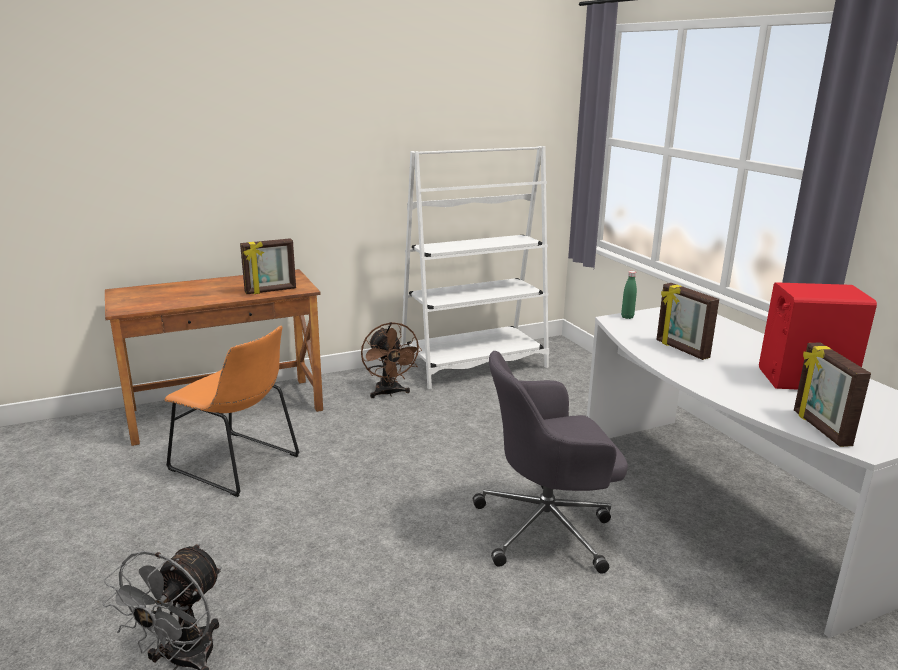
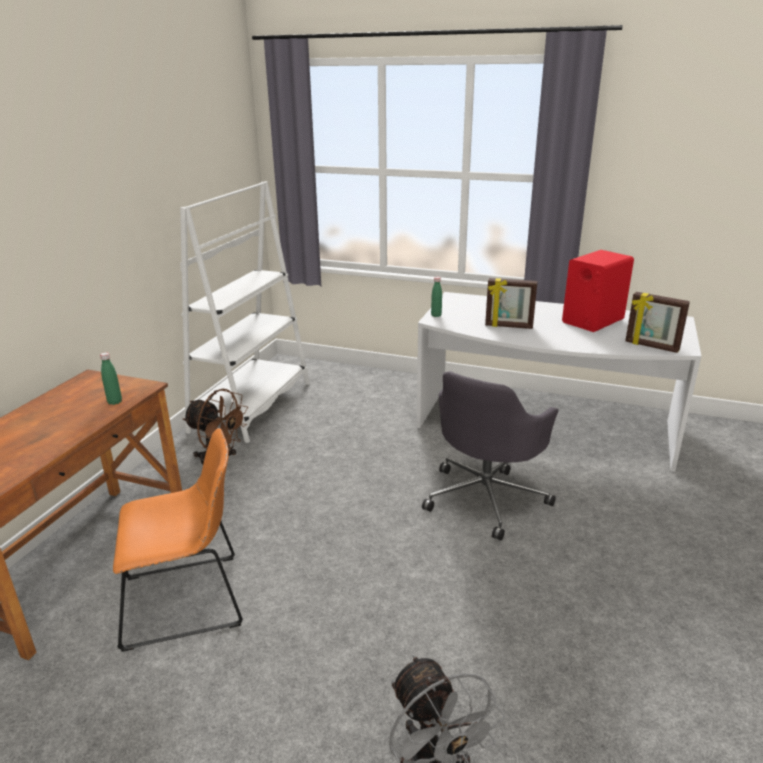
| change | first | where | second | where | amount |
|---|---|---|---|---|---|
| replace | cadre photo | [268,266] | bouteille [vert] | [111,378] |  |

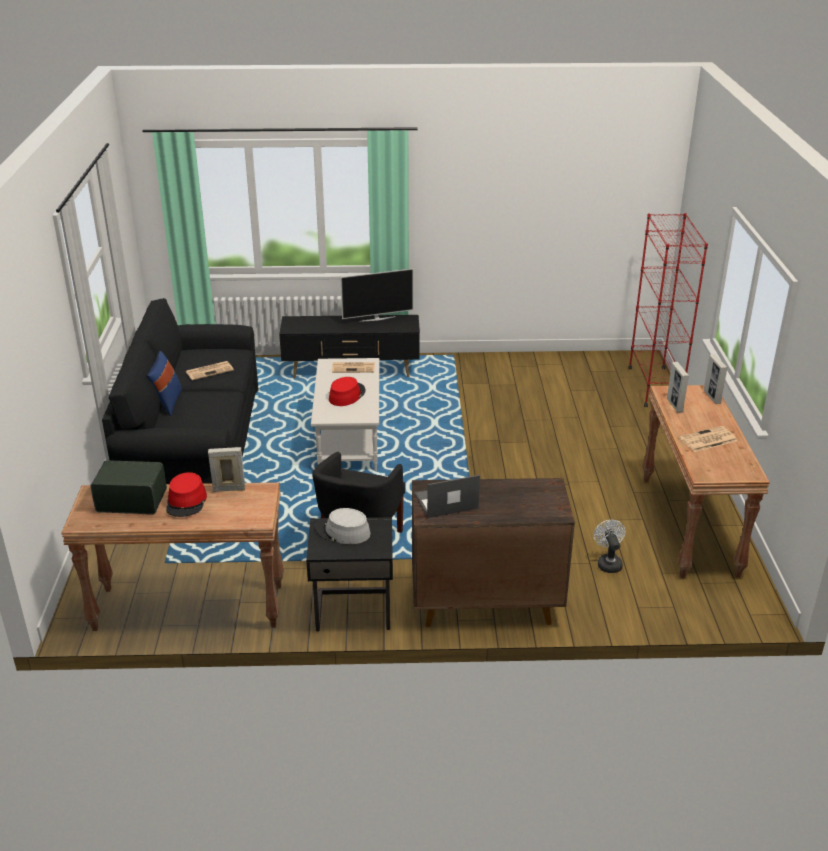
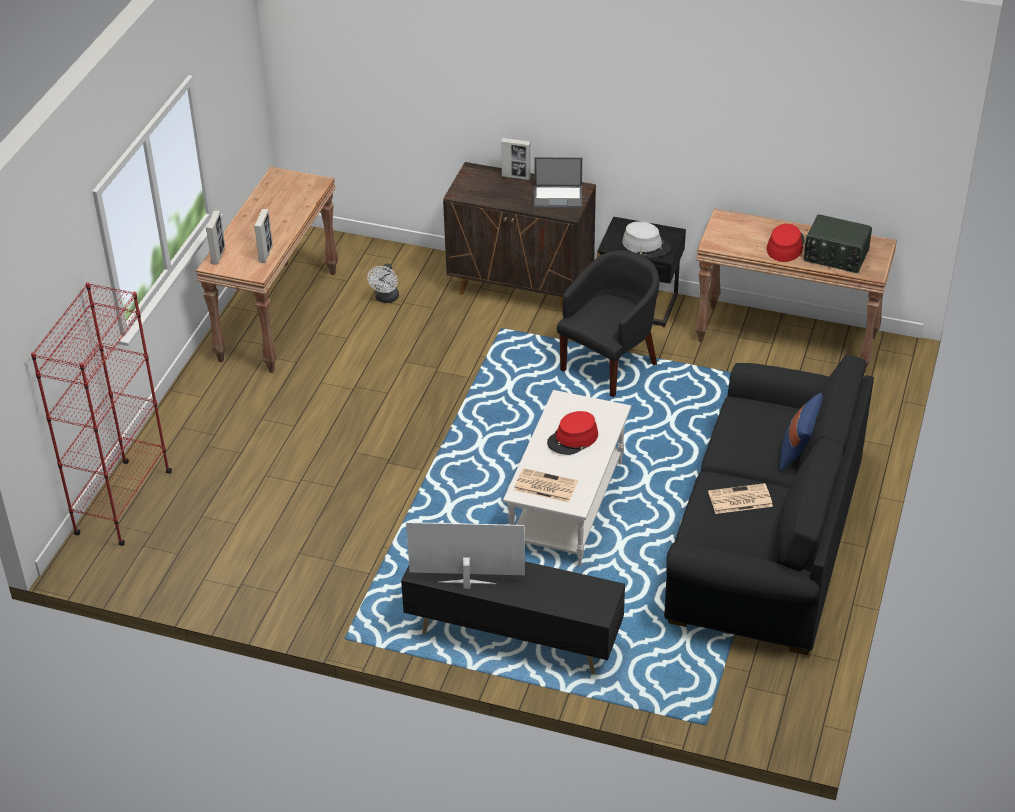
| change | first | where | second | where | amount |
|---|---|---|---|---|---|
| delete | journal | [708,439] |  |  |  |
| move | cadre photo | [226,469] |  | [516,159] |  |

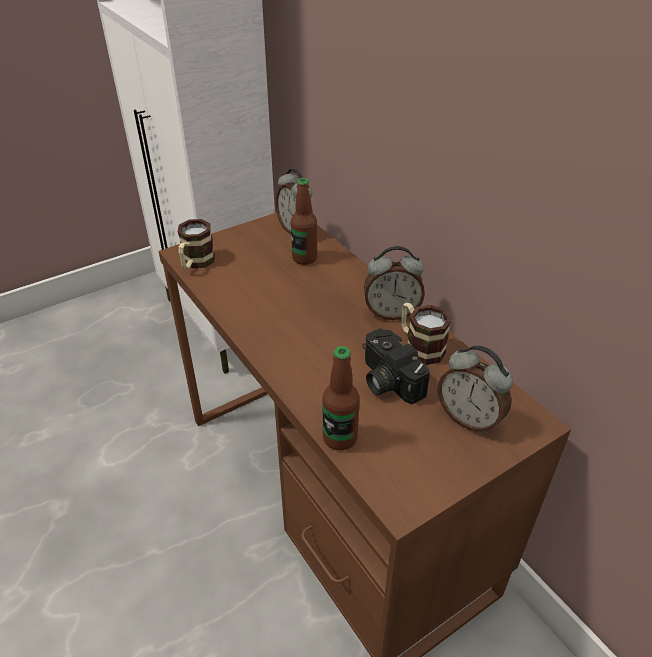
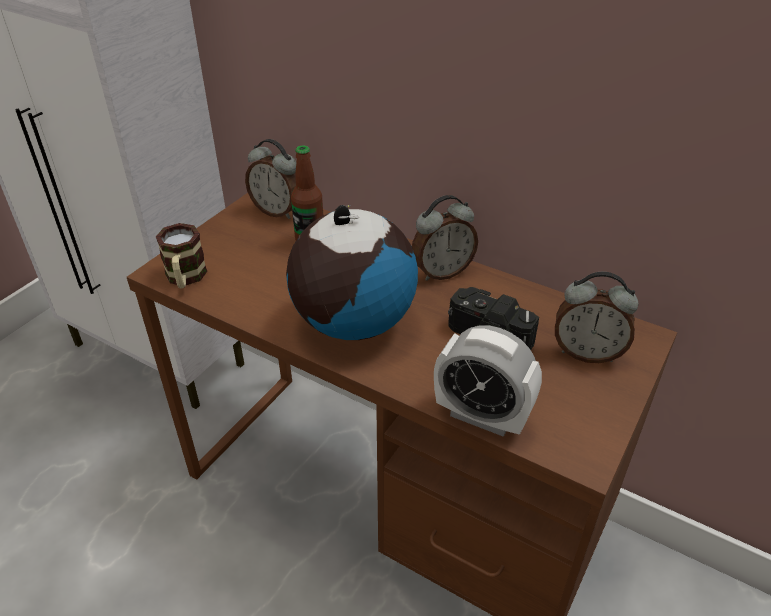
| change | first | where | second | where | amount |
|---|---|---|---|---|---|
| delete | mug | [426,334] |  |  |  |
| replace | bouteille | [341,398] | réveil | [488,381] |  |
| insert |  |  | globe | [352,272] |  |

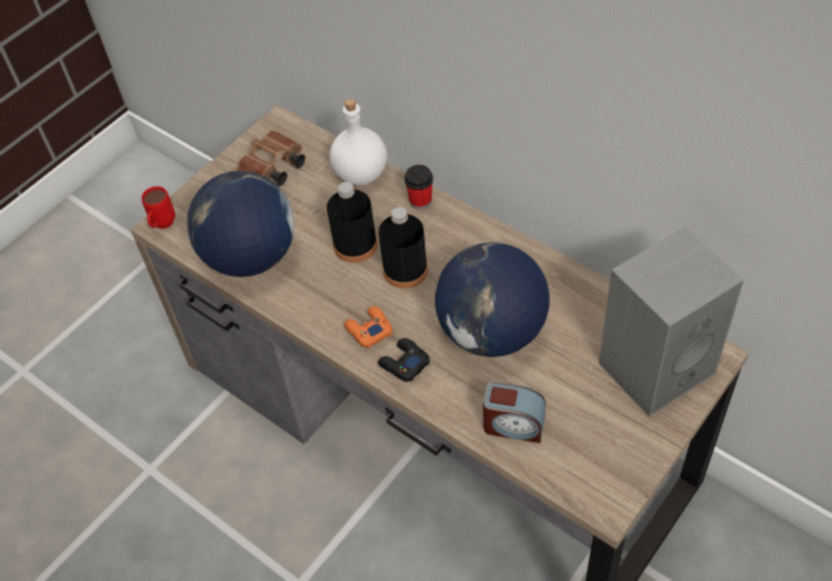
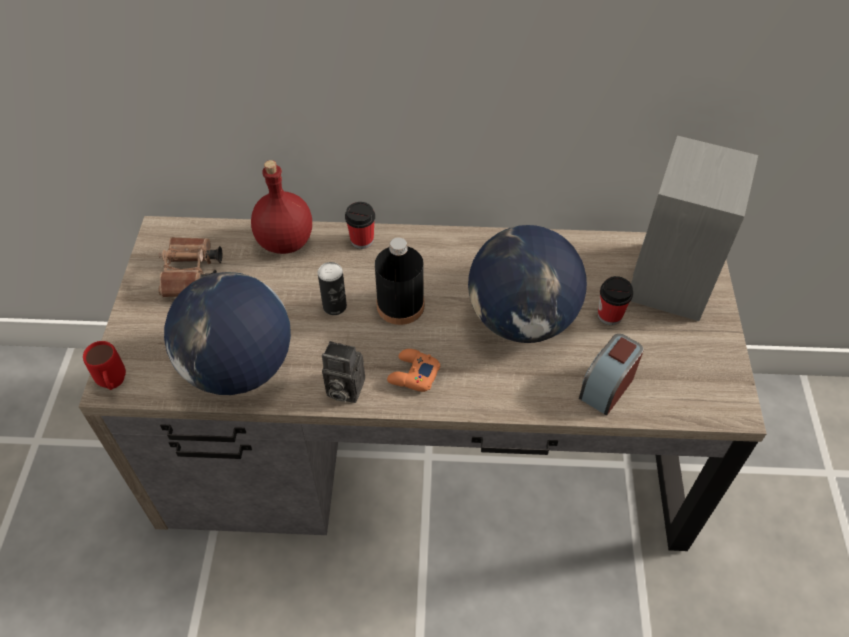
| change | first | where | second | where | amount |
|---|---|---|---|---|---|
| recolor | bouteille [blanc] | [358,142] | bouteille [rouge] | [281,207] |  |
| replace | bouteille [noir] | [352,222] | boîte métallique | [332,288] |  |
| delete | manette [noir] | [404,360] |  |  |  |
| rotate | réveil | [514,412] |  | [611,374] | 150 degrees clockwise |
| insert |  |  | tasse | [615,300] |  |
| insert |  |  | appareil photo | [343,372] |  |

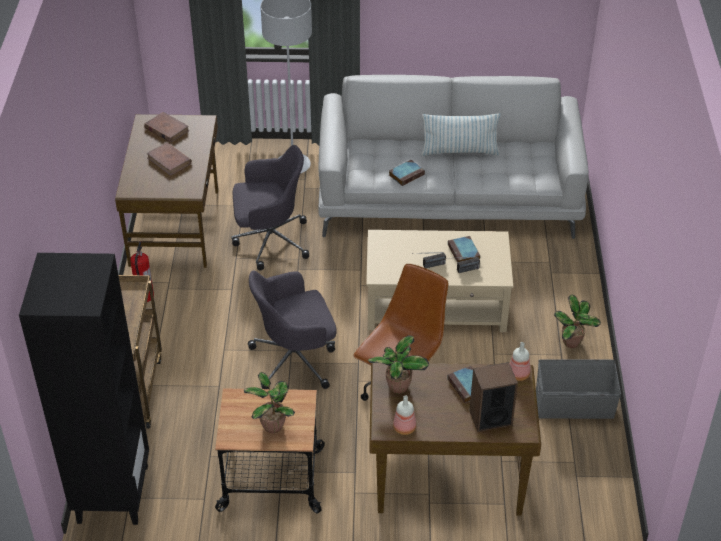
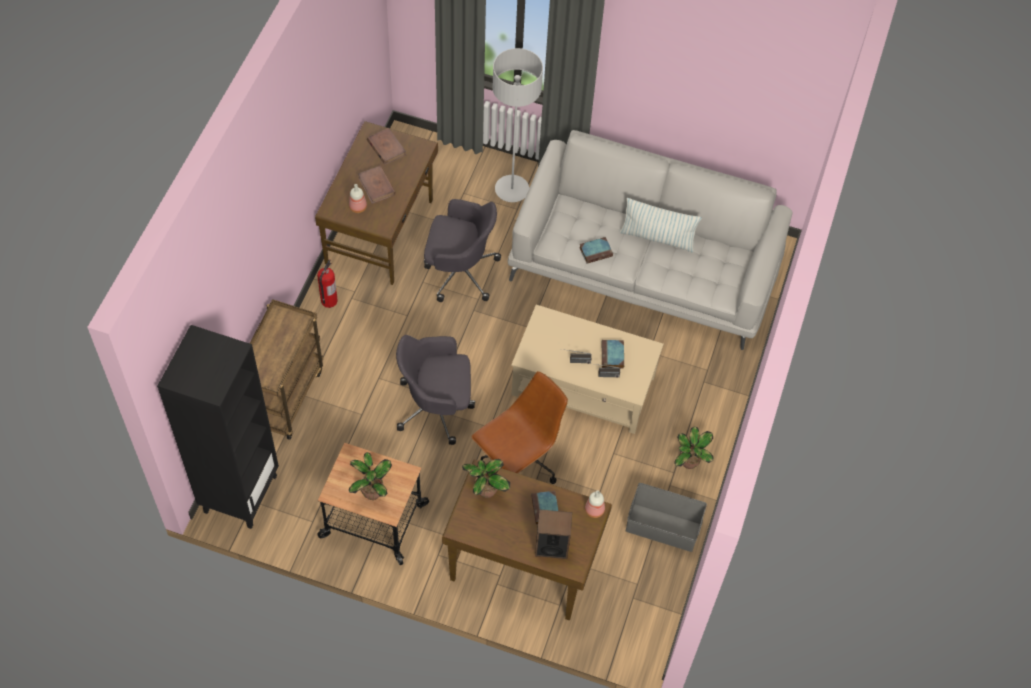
| change | first | where | second | where | amount |
|---|---|---|---|---|---|
| move | bouteille | [404,415] |  | [358,198] |  |

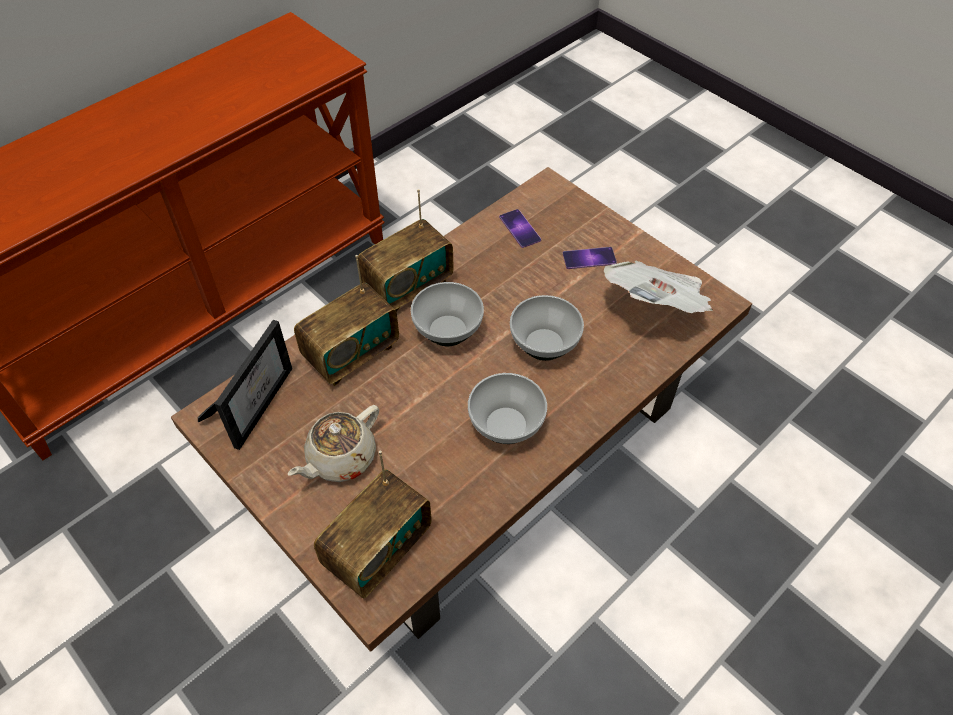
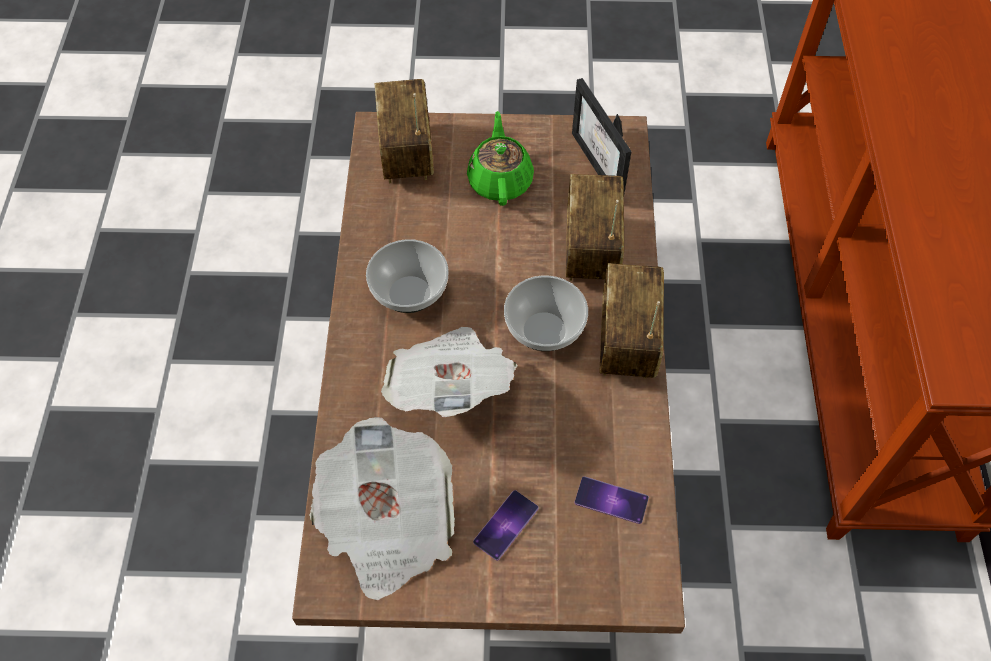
| change | first | where | second | where | amount |
|---|---|---|---|---|---|
| replace | bol | [547,328] | journal | [449,372] |  |
| recolor | théière [beige] | [333,443] | théière [vert] | [500,158] |  |

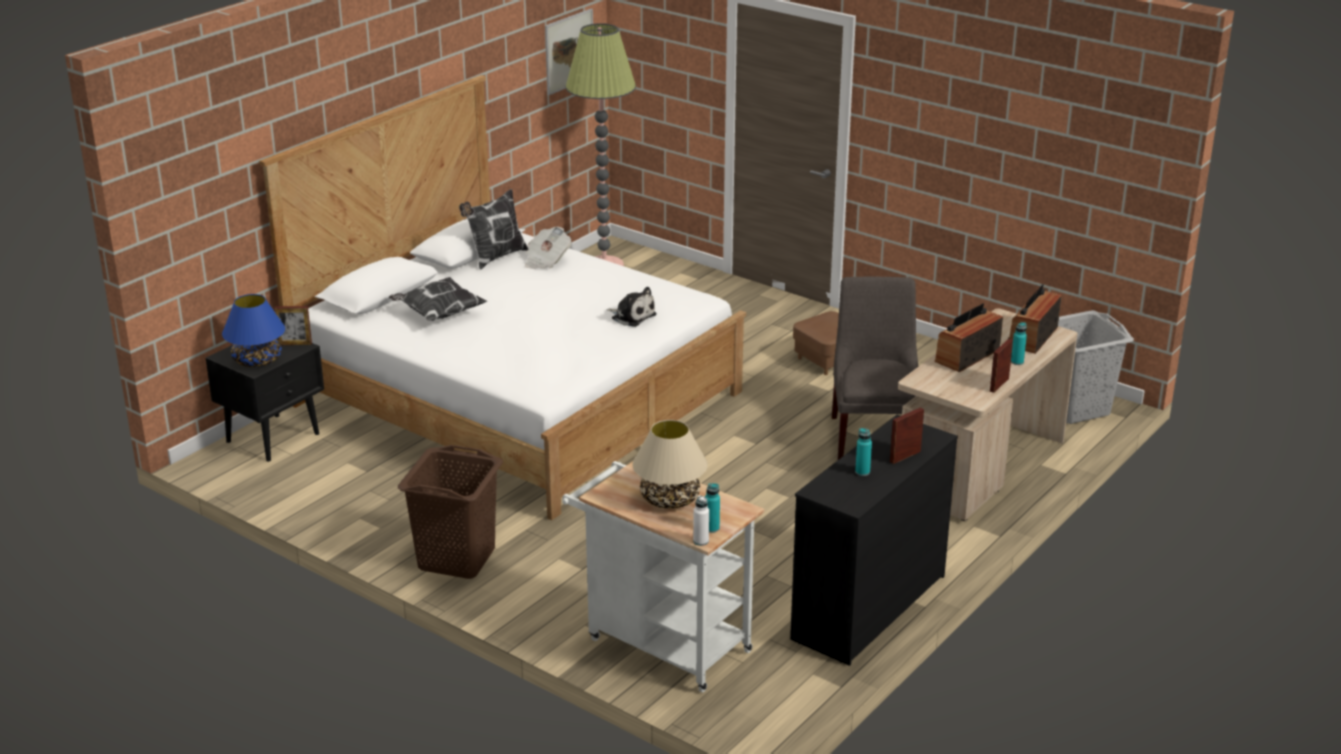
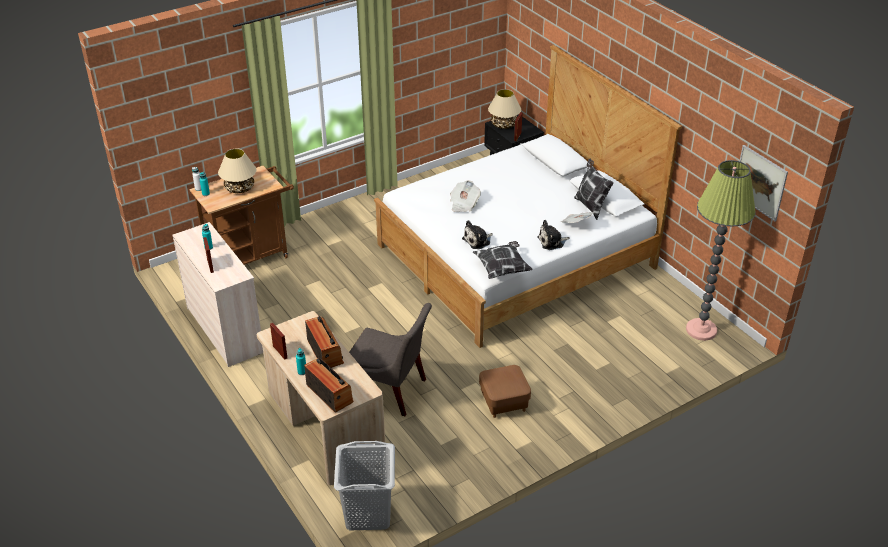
| change | first | where | second | where | amount |
|---|---|---|---|---|---|
| move | coussin | [438,299] |  | [503,260] |  |
| recolor | lampe de table [bleu] | [253,330] | lampe de table [beige] | [504,109] |  |
| recolor | commode [noir] | [874,540] | commode [beige] | [217,294] |  |
| delete | panier à linge [marron] | [450,512] |  |  |  |
| recolor | chariot [blanc] | [663,577] | chariot [marron] | [242,215] |  |
| insert |  |  | journal | [465,196] |  |
| insert |  |  | peluche | [553,235] |  |

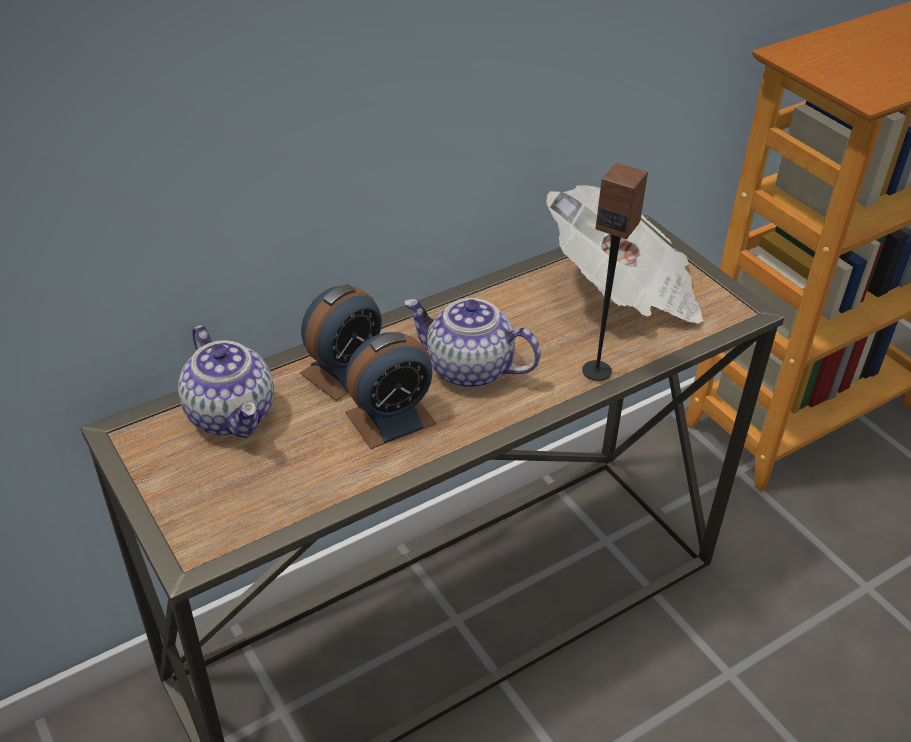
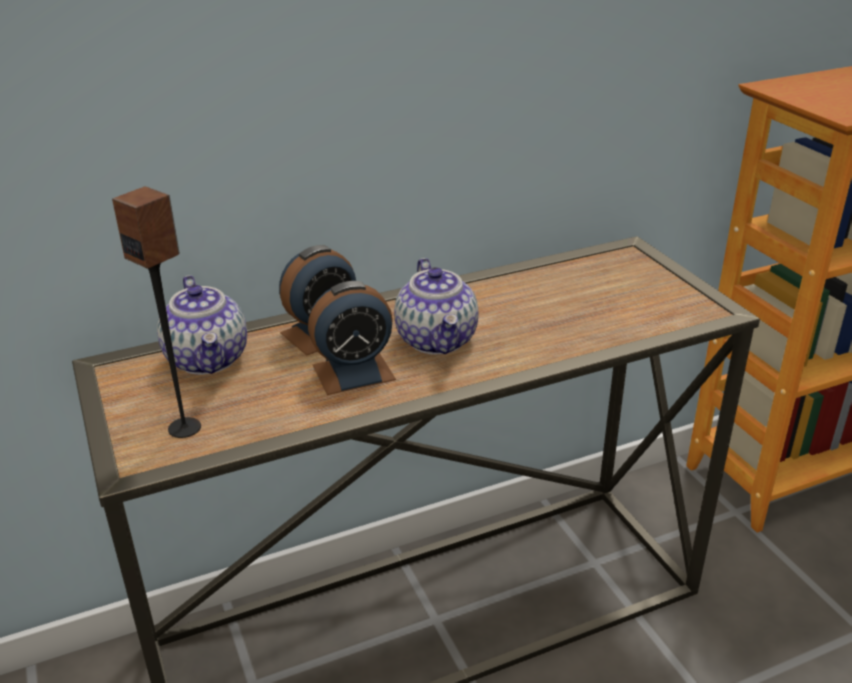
| change | first | where | second | where | amount |
|---|---|---|---|---|---|
| move | enceinte | [615,272] |  | [156,312] |  |
| delete | journal | [624,254] |  |  |  |
| rotate | théière | [472,343] |  | [436,306] | 135 degrees counterclockwise |

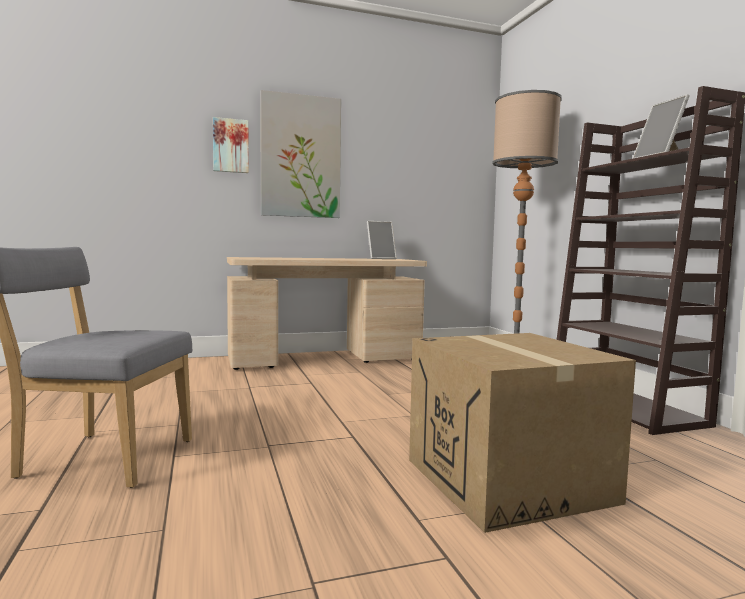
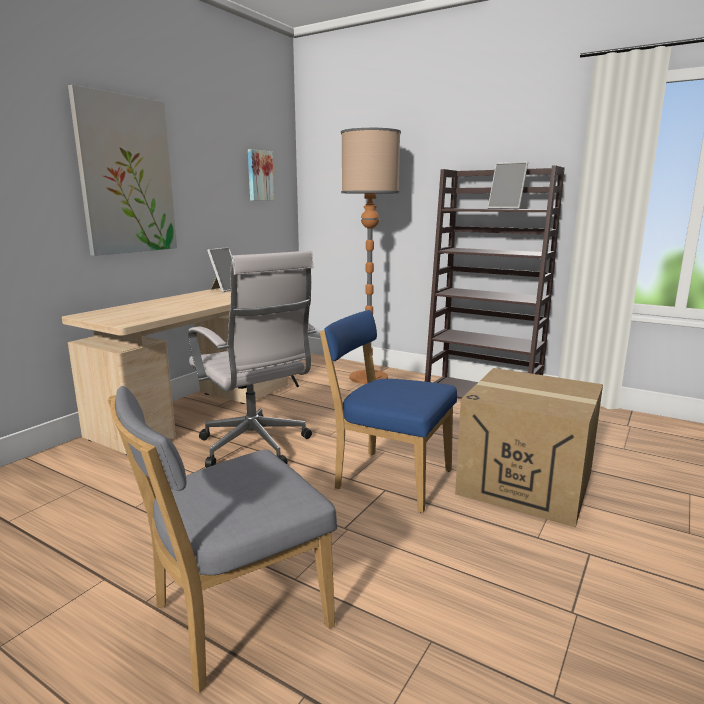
| change | first | where | second | where | amount |
|---|---|---|---|---|---|
| move | tableau | [231,145] |  | [261,175] |  |
| insert |  |  | chaise de bureau [blanc] | [252,359] |  |
| insert |  |  | chaise [bleu] | [388,411] |  |

